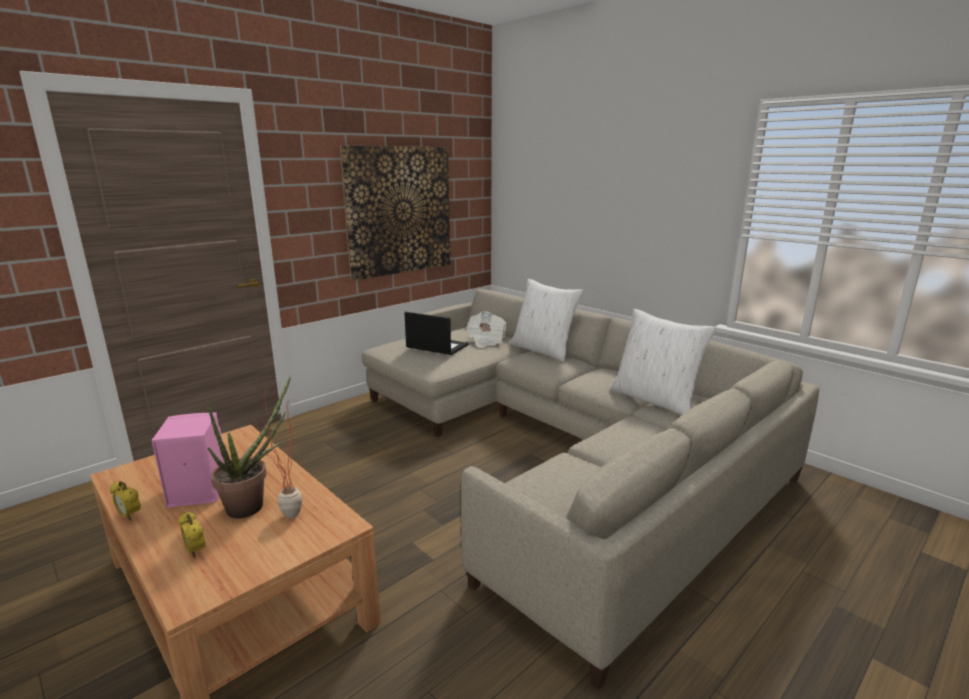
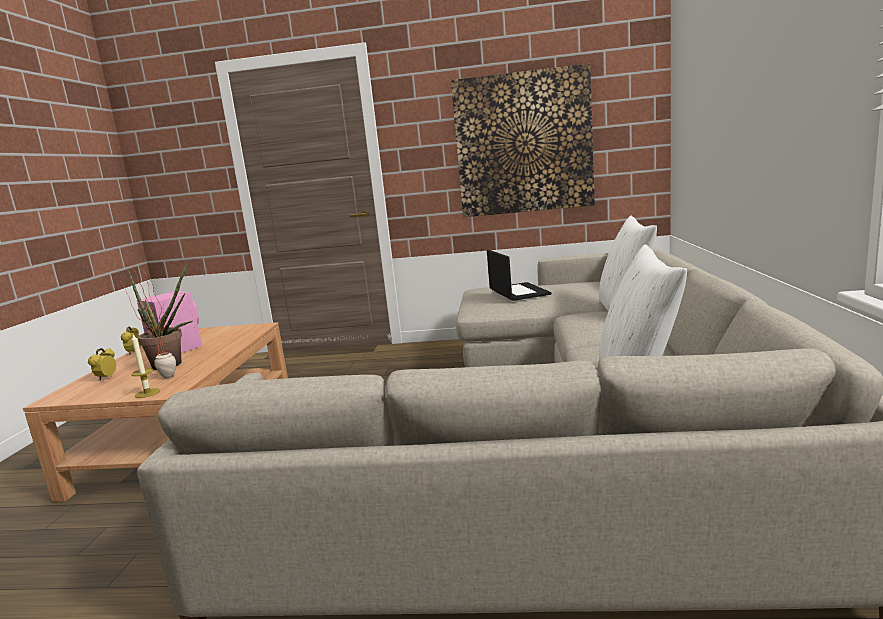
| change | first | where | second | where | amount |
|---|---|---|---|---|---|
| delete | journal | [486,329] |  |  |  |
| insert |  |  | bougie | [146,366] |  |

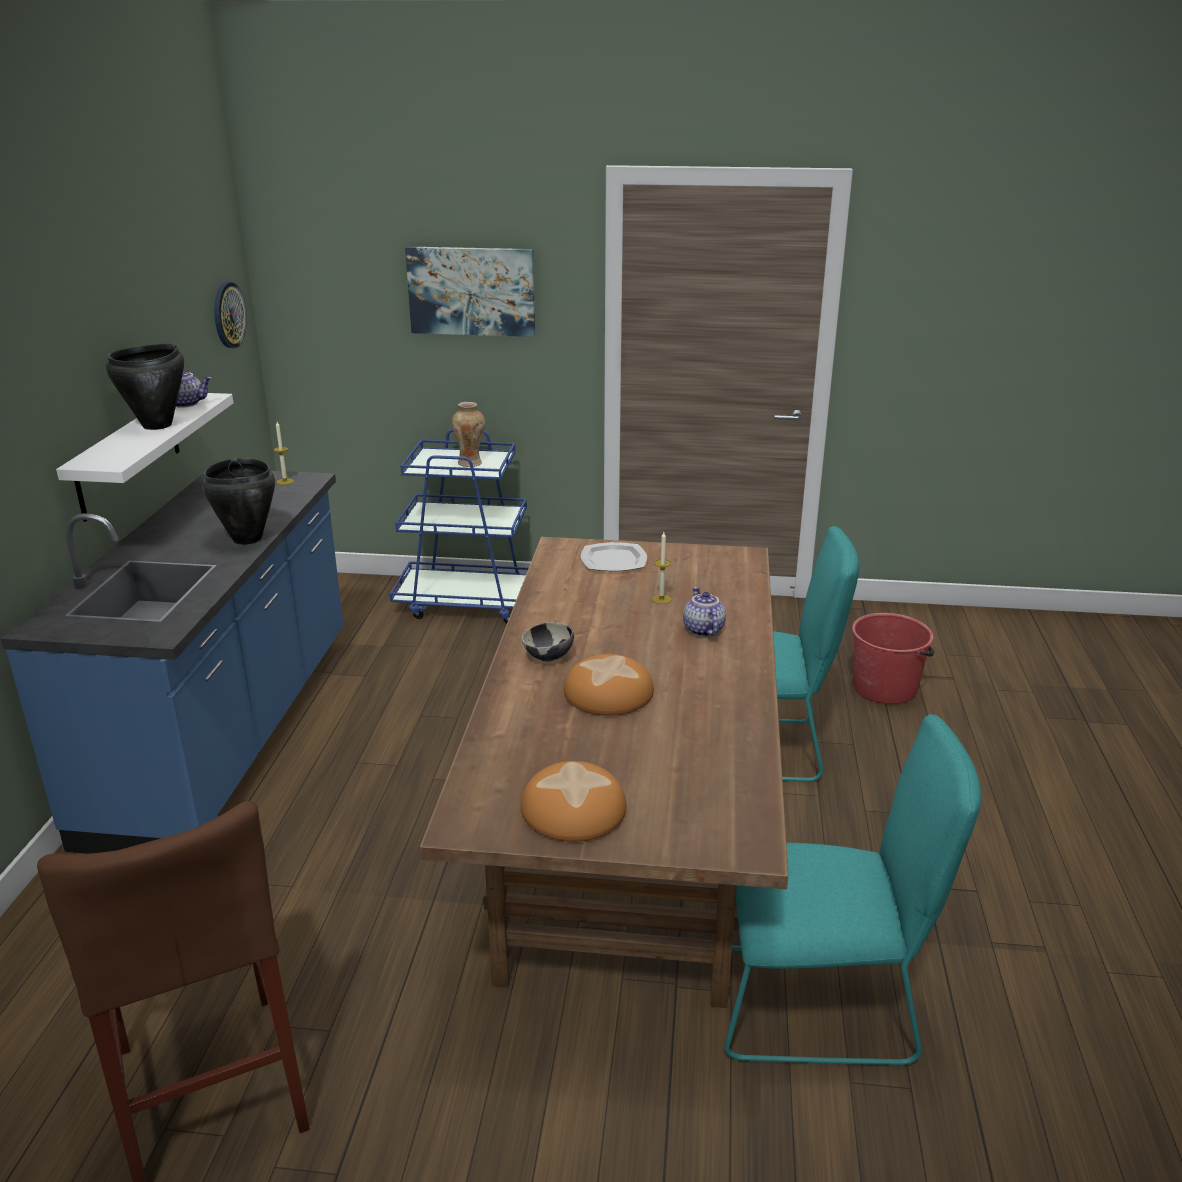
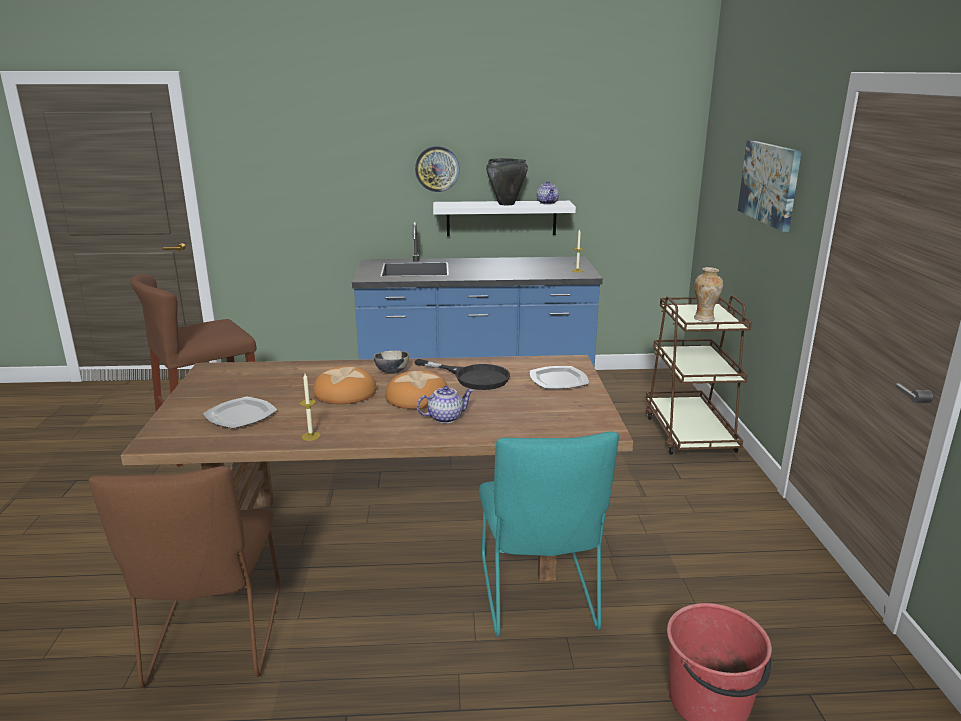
| change | first | where | second | where | amount |
|---|---|---|---|---|---|
| move | horloge murale | [230,315] |  | [437,169] |  |
| recolor | chariot [bleu] | [459,526] | chariot [marron] | [699,375] |  |
| delete | marmite [noir] | [238,501] |  |  |  |
| move | bougie | [662,568] |  | [310,407] |  |
| recolor | chaise [turquoise] | [852,889] | chaise [marron] | [184,577] |  |
| move | pain | [573,801] |  | [416,389] |  |
| insert |  |  | poêle [noir] | [462,374] |  |
| insert |  |  | assiette | [240,412] |  |

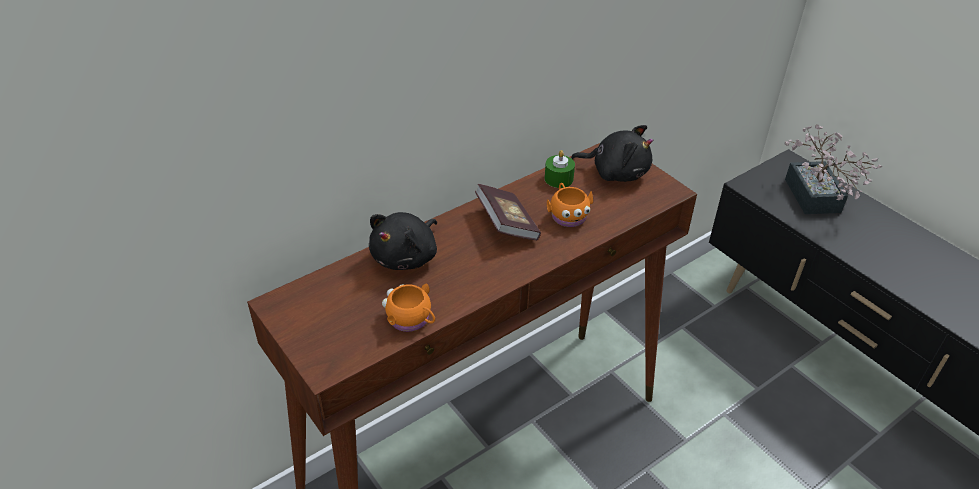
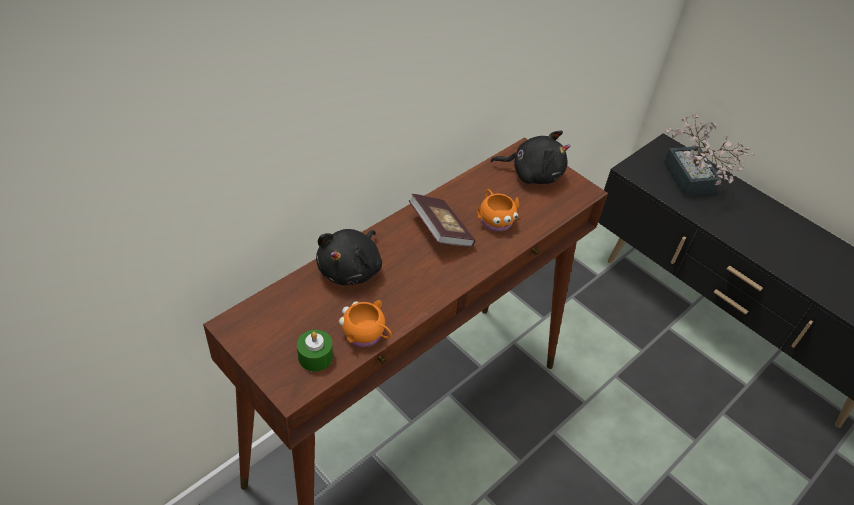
| change | first | where | second | where | amount |
|---|---|---|---|---|---|
| move | bougie [vert] | [560,169] |  | [315,351] |  |

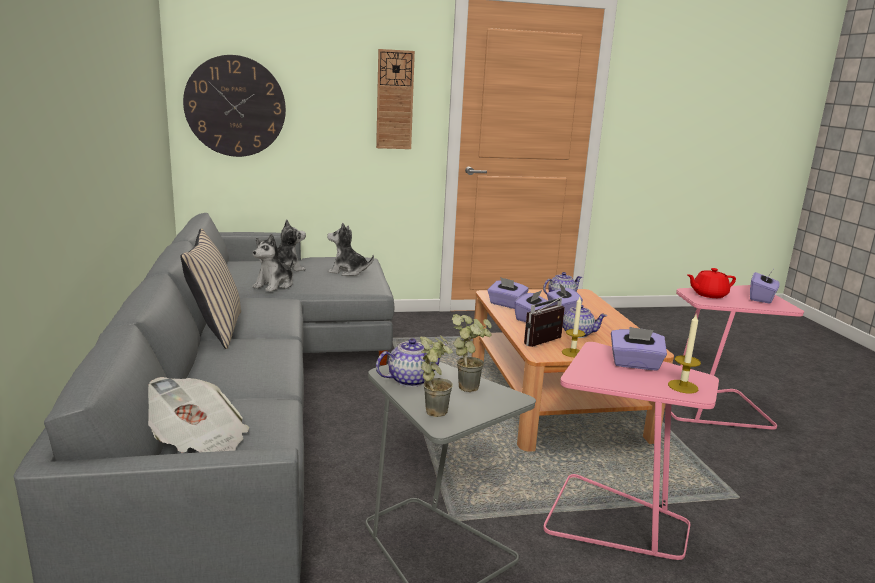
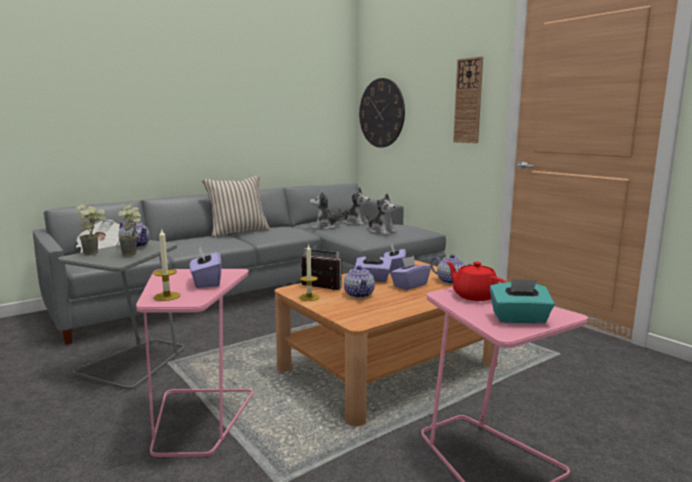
| change | first | where | second | where | amount |
|---|---|---|---|---|---|
| rotate | peluche | [350,249] |  | [382,214] | 150 degrees clockwise |
| recolor | boîte à mouchoirs [violet] | [765,287] | boîte à mouchoirs [turquoise] | [522,301] |  |

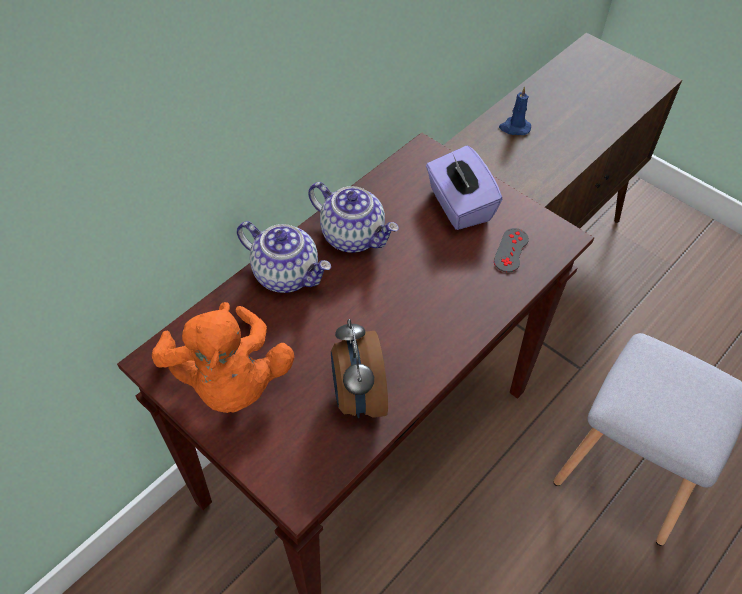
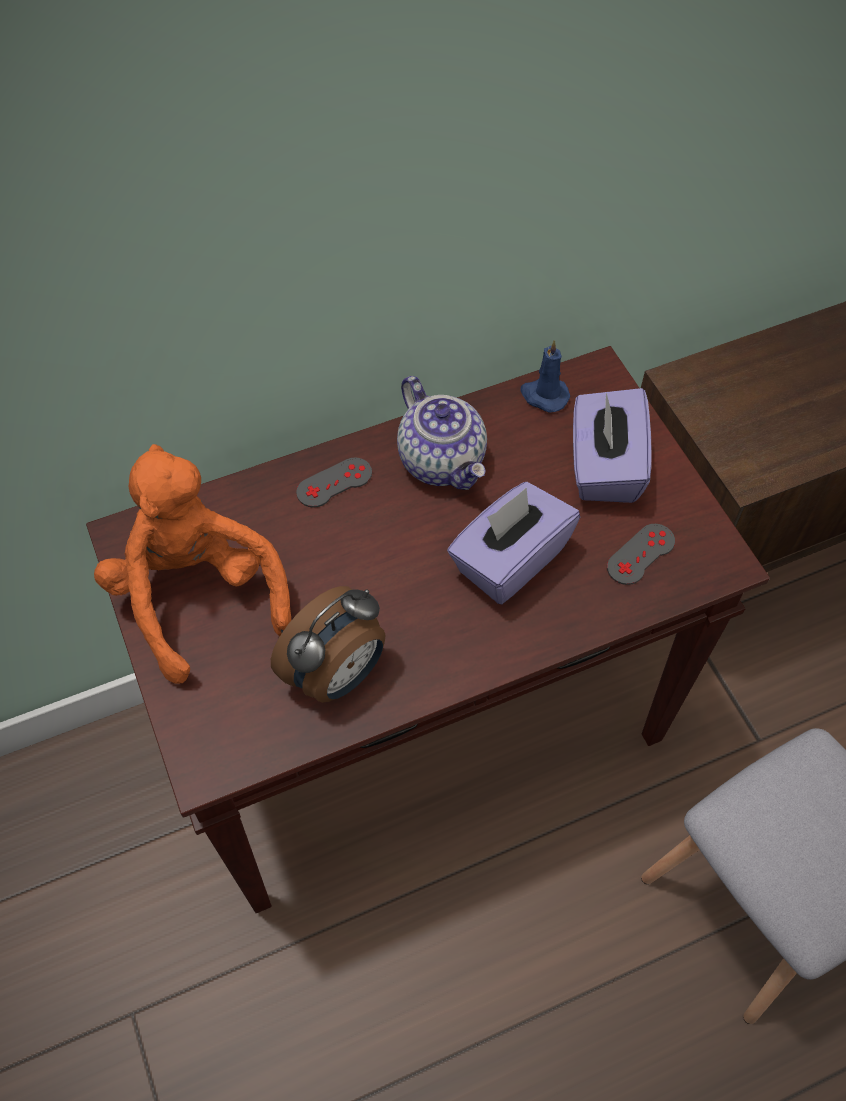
| change | first | where | second | where | amount |
|---|---|---|---|---|---|
| move | bougie [bleu] | [515,110] |  | [545,376] |  |
| replace | théière | [284,257] | manette [gris] | [334,482] |  |
| rotate | peluche [orange] | [223,357] |  | [192,564] | 150 degrees clockwise |
| rotate | réveil | [359,368] |  | [328,644] | 150 degrees counterclockwise |
| insert |  |  | boîte à mouchoirs [violet] | [513,543] |  |

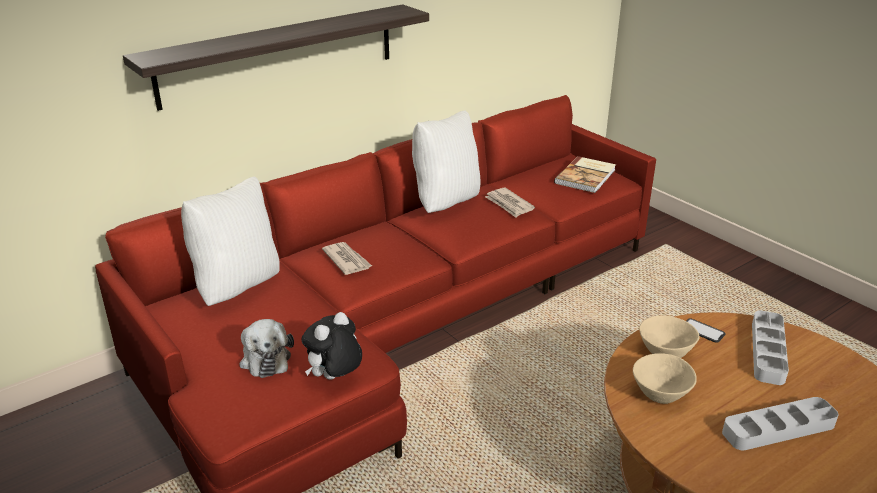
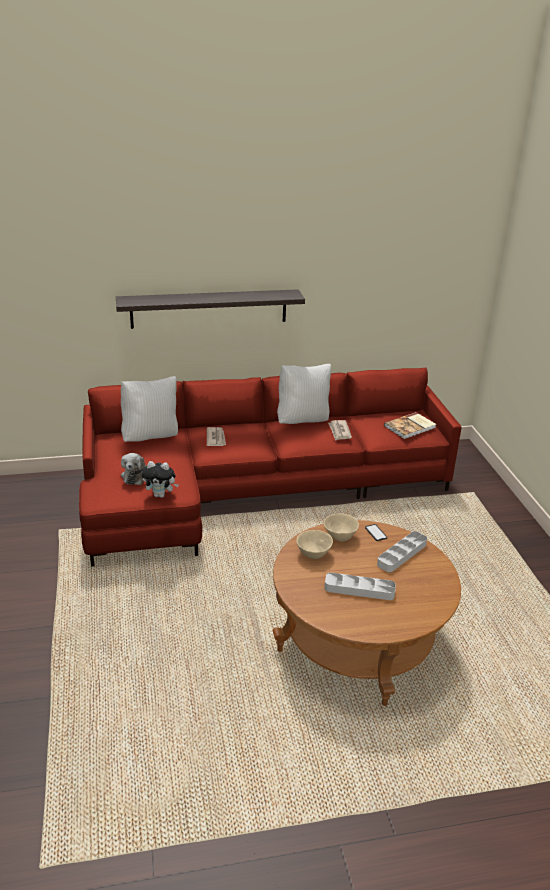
| change | first | where | second | where | amount |
|---|---|---|---|---|---|
| rotate | peluche | [331,346] |  | [160,479] | 150 degrees counterclockwise |

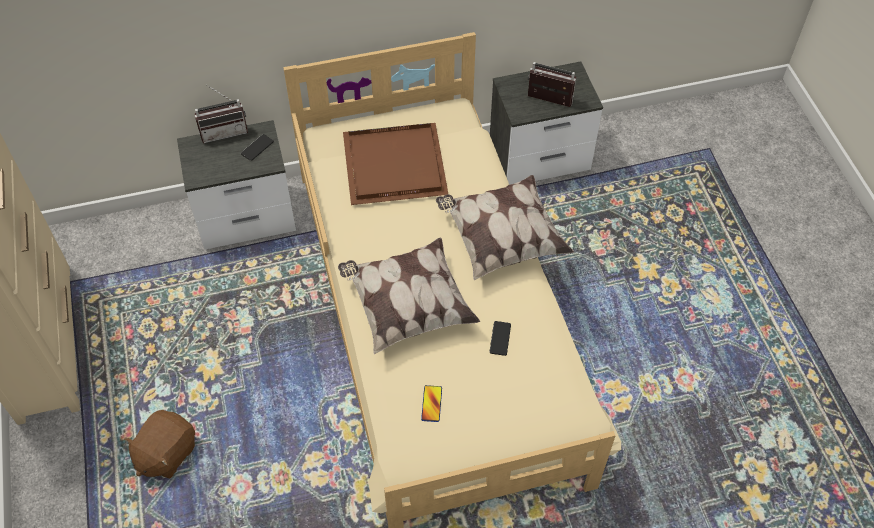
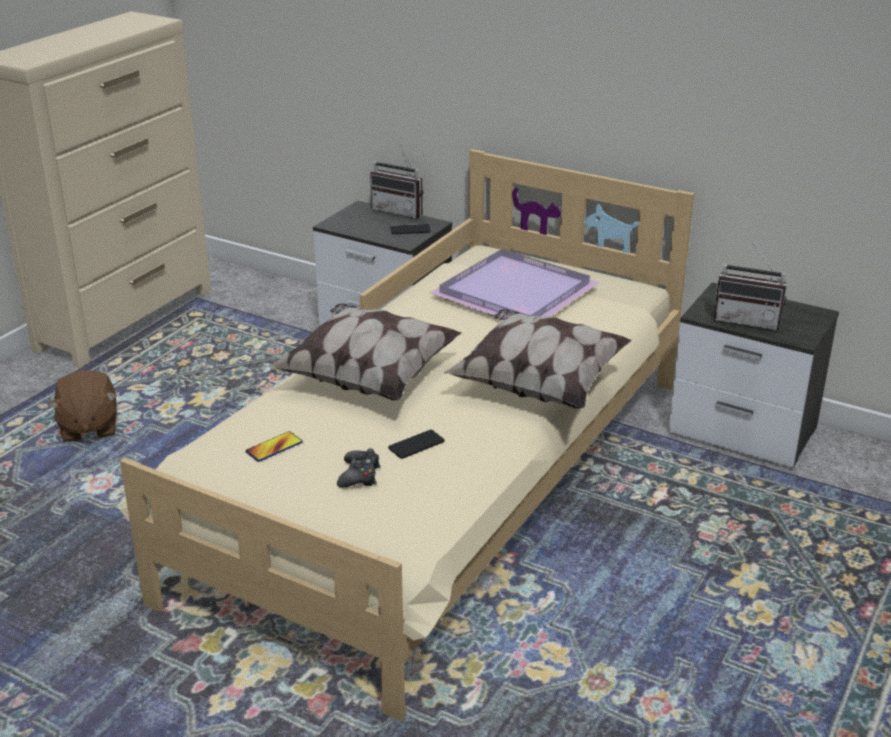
| change | first | where | second | where | amount |
|---|---|---|---|---|---|
| rotate | radio | [552,84] |  | [750,286] | 135 degrees clockwise |
| recolor | plateau [marron] | [395,164] | plateau [violet] | [514,283] |  |
| rotate | peluche [marron] | [159,444] |  | [82,406] | 90 degrees counterclockwise |
| insert |  |  | manette [noir] | [359,468] |  |

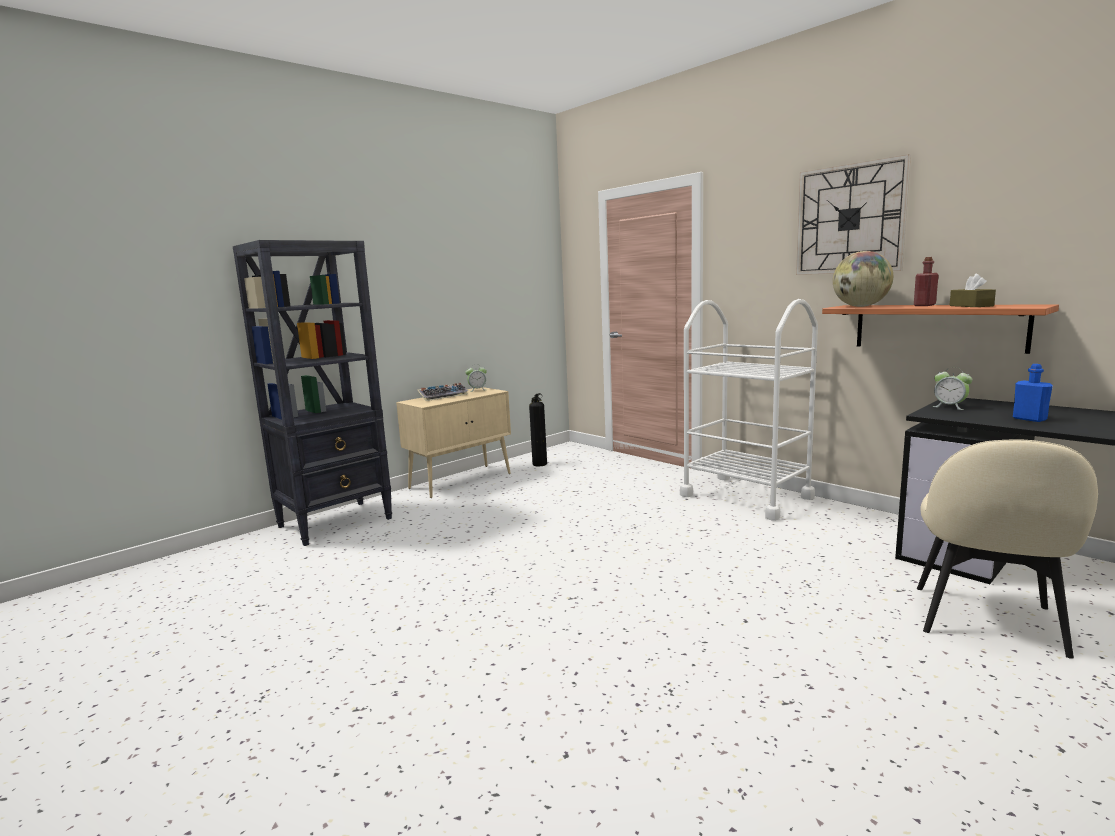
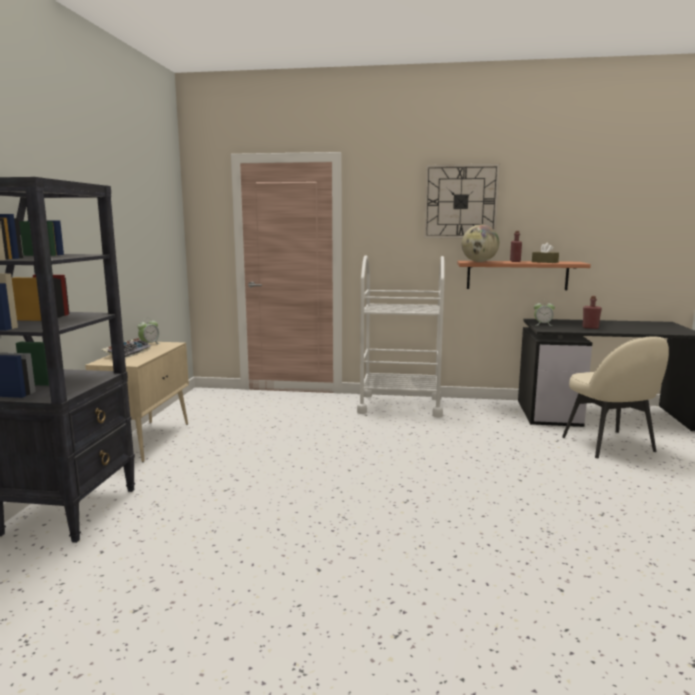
| change | first | where | second | where | amount |
|---|---|---|---|---|---|
| recolor | bouteille [bleu] | [1033,393] | bouteille [rouge] | [592,312] |  |
| delete | extincteur | [538,429] |  |  |  |

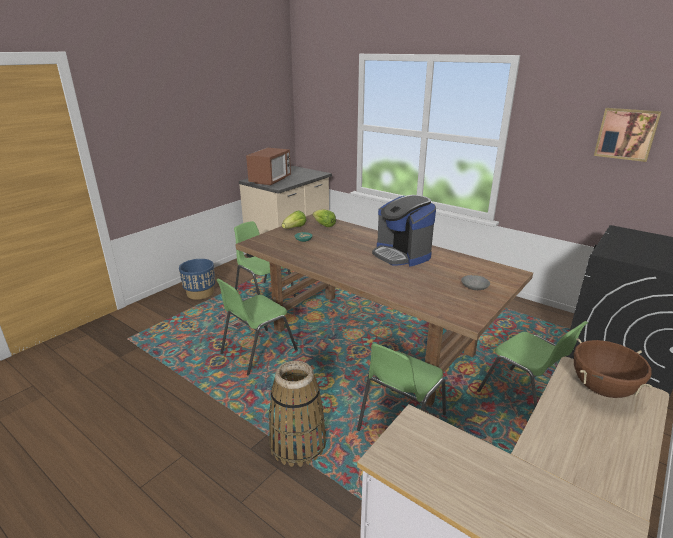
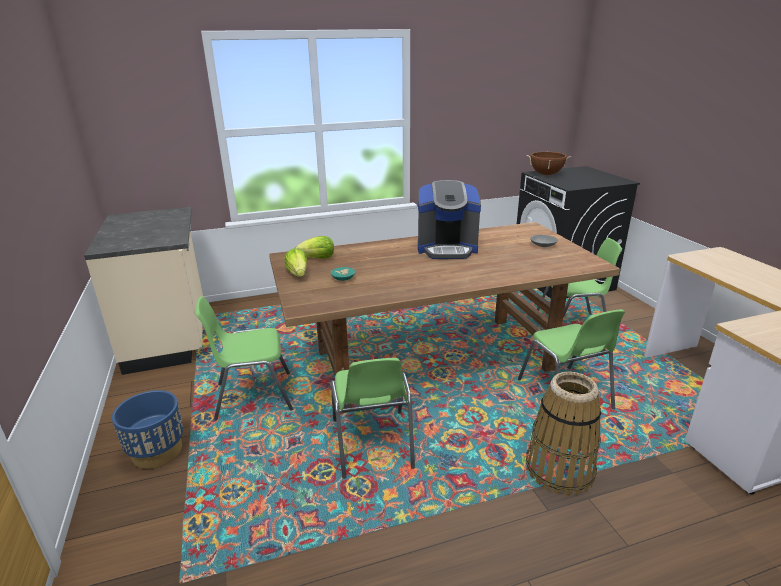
| change | first | where | second | where | amount |
|---|---|---|---|---|---|
| delete | tableau | [628,135] |  |  |  |
| delete | micro-ondes | [268,167] |  |  |  |
| move | marmite [marron] | [613,368] |  | [548,163] |  |

